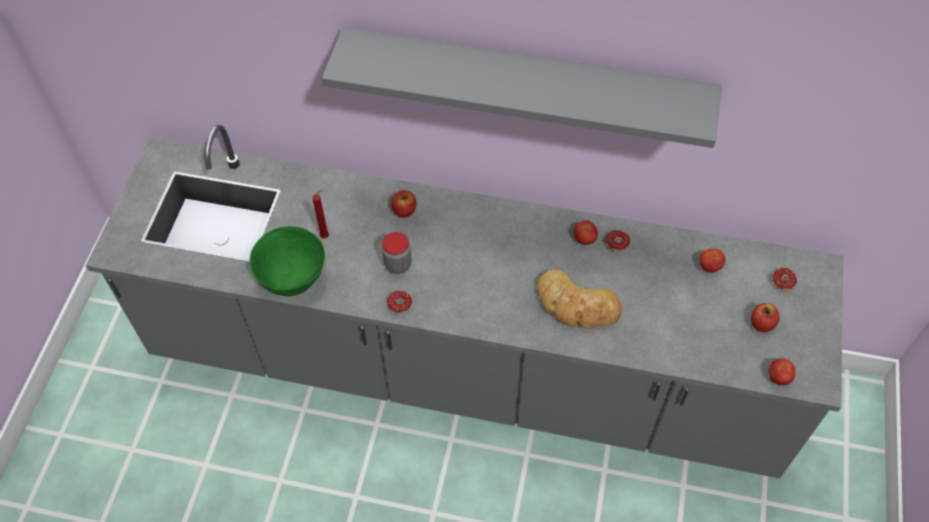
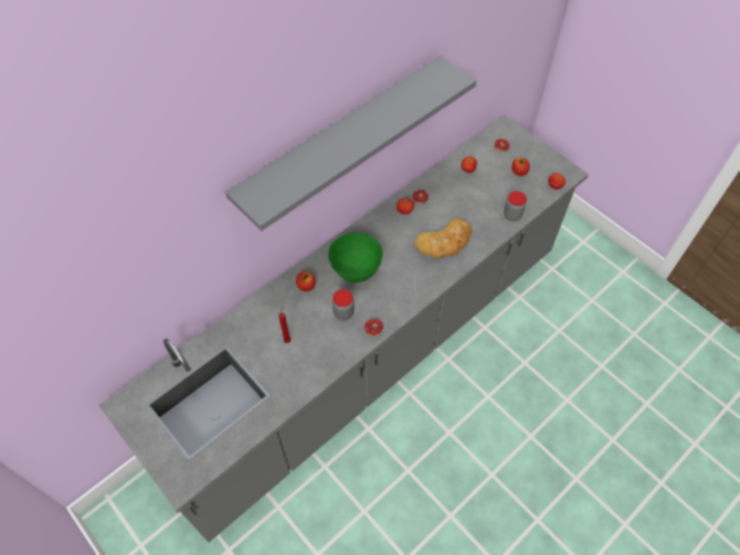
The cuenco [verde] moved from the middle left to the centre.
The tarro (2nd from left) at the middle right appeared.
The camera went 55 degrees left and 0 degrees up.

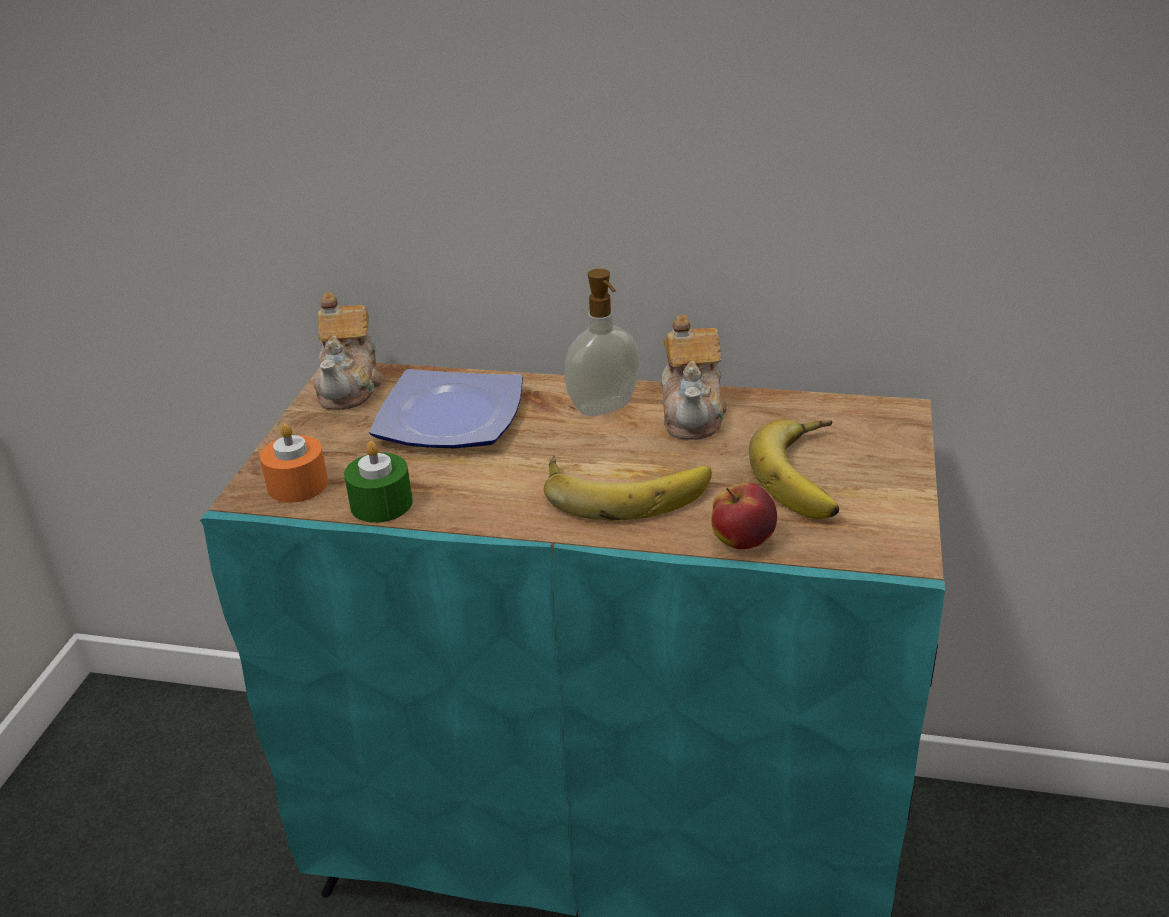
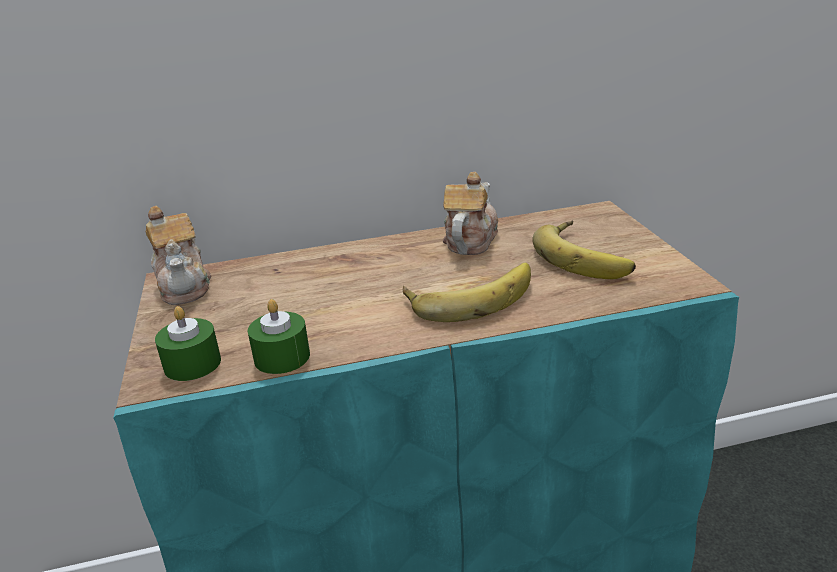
The dispensador de jabón at the centre disappeared.
The tetera (2nd from left) at the centre turned 135 degrees counterclockwise.
The plato at the centre disappeared.
The vela [naranja] at the middle left became the vela [verde] (1st from left) at the middle left.
The manzana at the centre disappeared.
The camera went 25 degrees left and 5 degrees down.

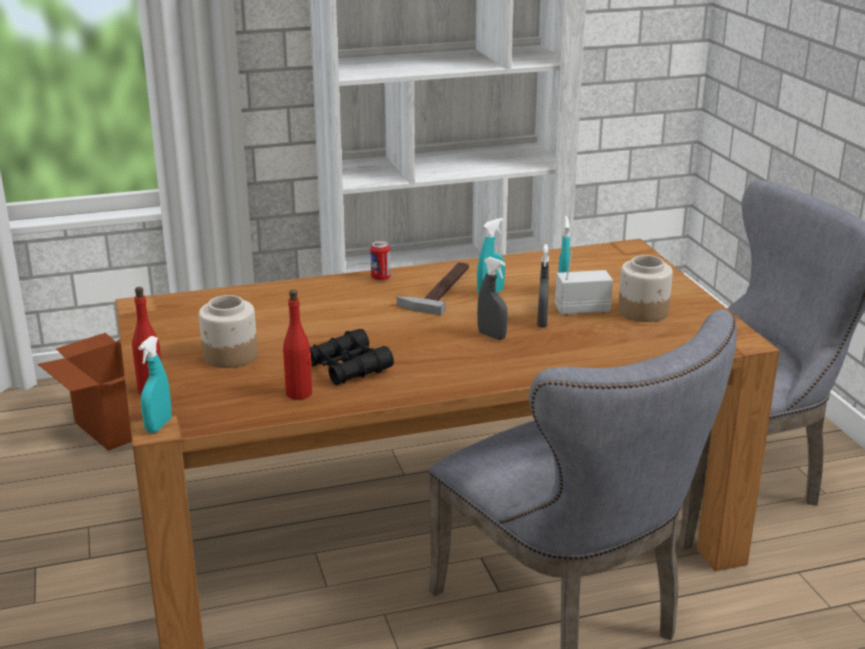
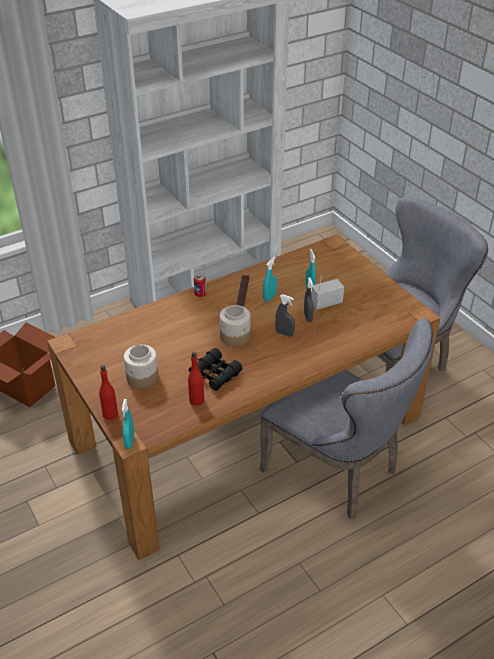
The tarro (2nd from left) moved from the middle right to the centre.
The camera went 15 degrees left and 15 degrees up.

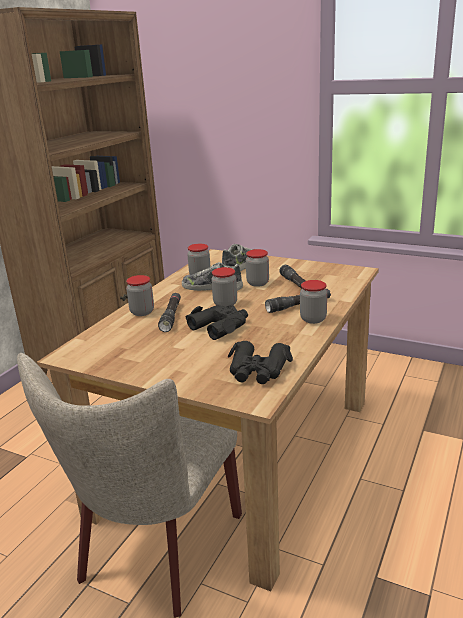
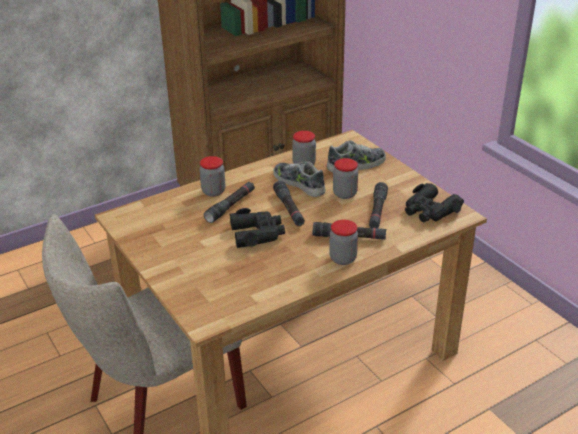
The tarro (3rd from left) at the centre was replaced by the linterna [negro] (2nd from left) at the centre.
The prismáticos [negro] (2nd from left) moved from the centre to the middle right.
The camera went 30 degrees right and 10 degrees up.

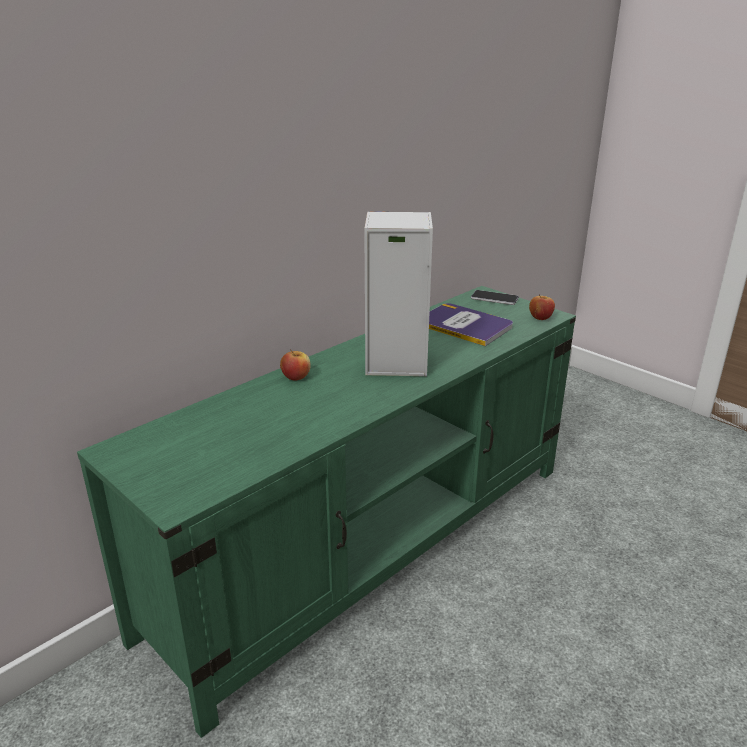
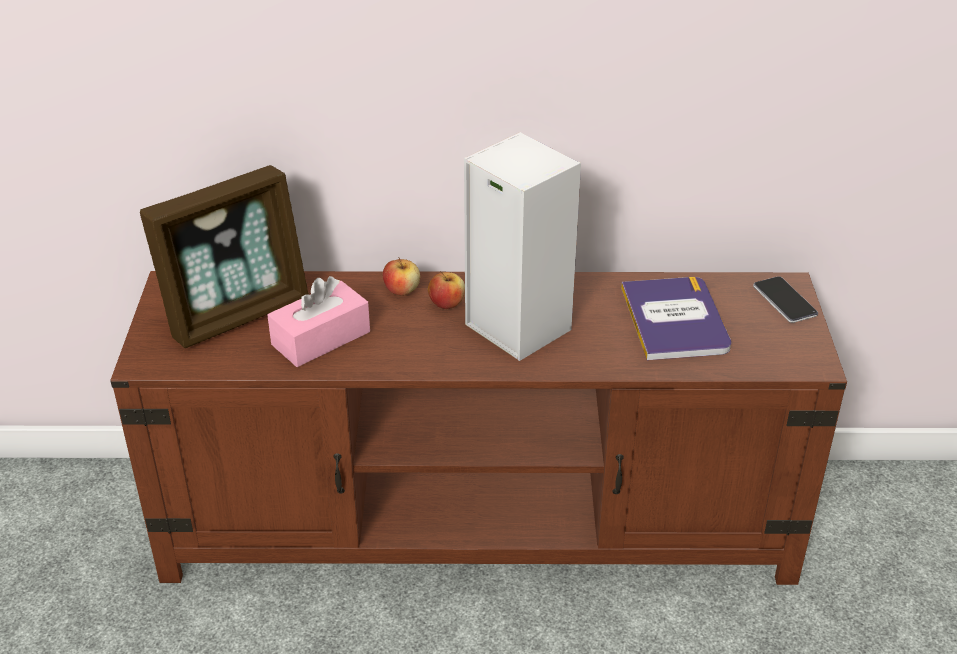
The mueble de televisión [verde] at the bottom centre became the mueble de televisión [marrón] at the centre.
The manzana (2nd from left) moved from the middle right to the centre.
The portarretratos at the middle left appeared.
The caja de pañuelos [rosa] at the middle left appeared.
The camera went 45 degrees right and 10 degrees up.

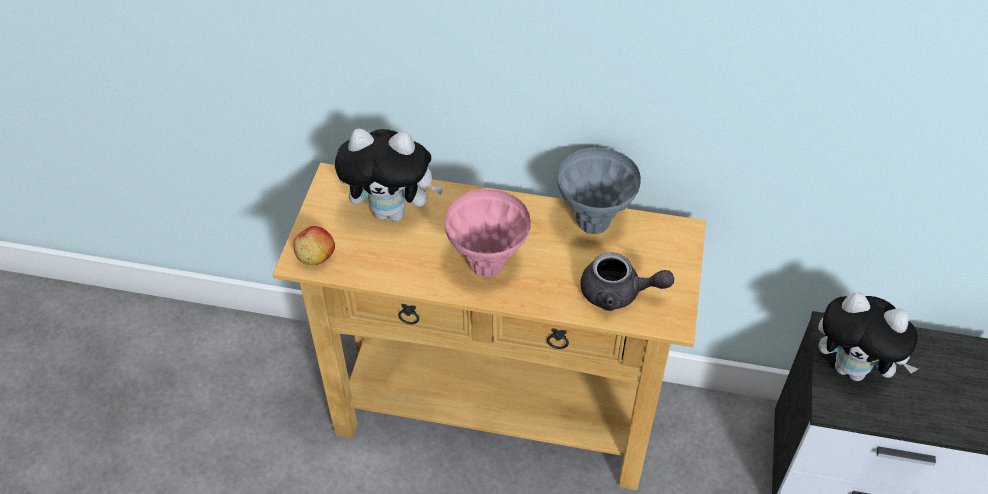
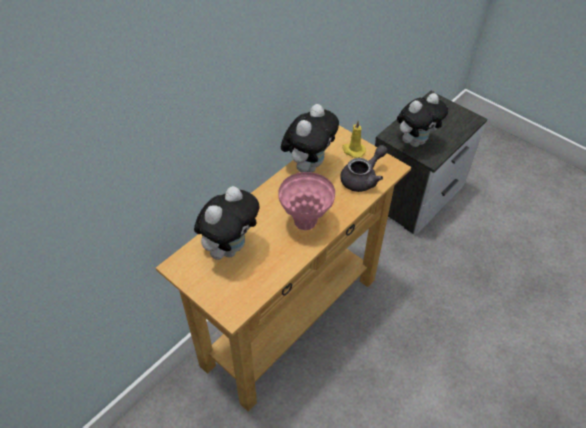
The florero [gris] at the centre was replaced by the peluche (2nd from left) at the top centre.
The manzana at the middle left disappeared.
The vela [amarillo] at the top centre appeared.
The camera went 60 degrees left and 0 degrees up.

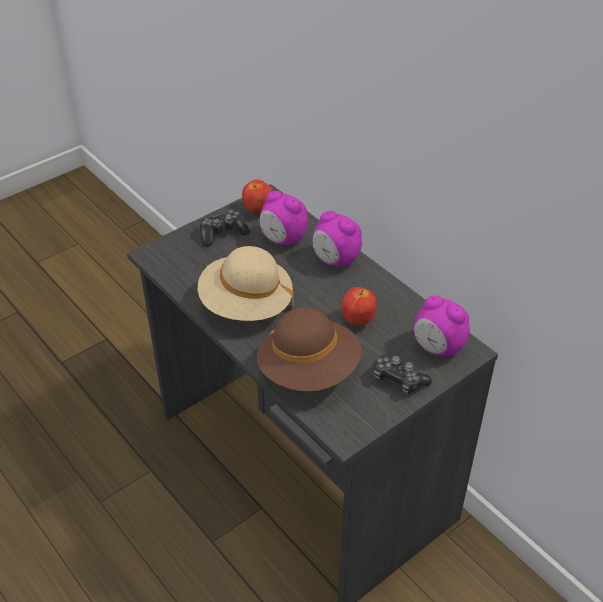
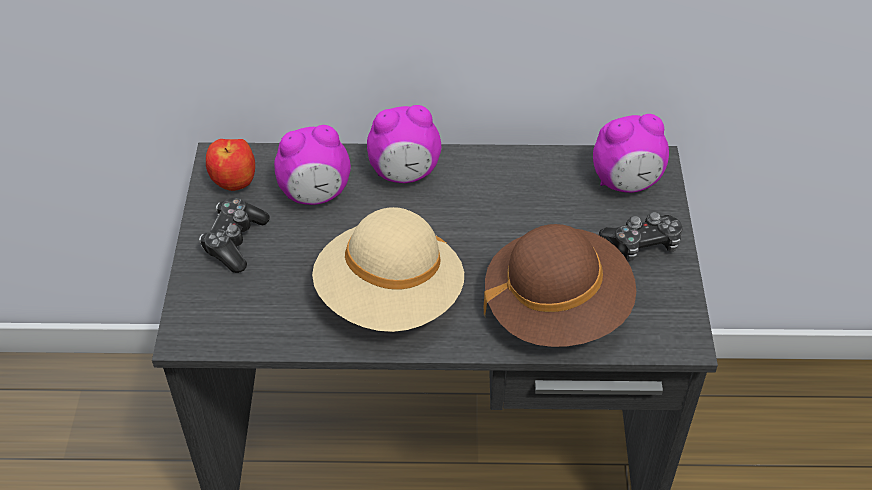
The manzana (2nd from left) at the centre disappeared.
The camera went 50 degrees left and 5 degrees up.

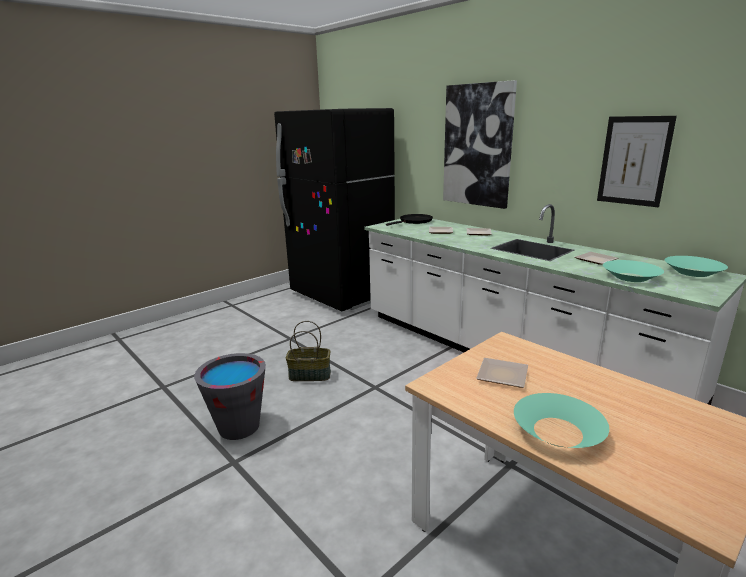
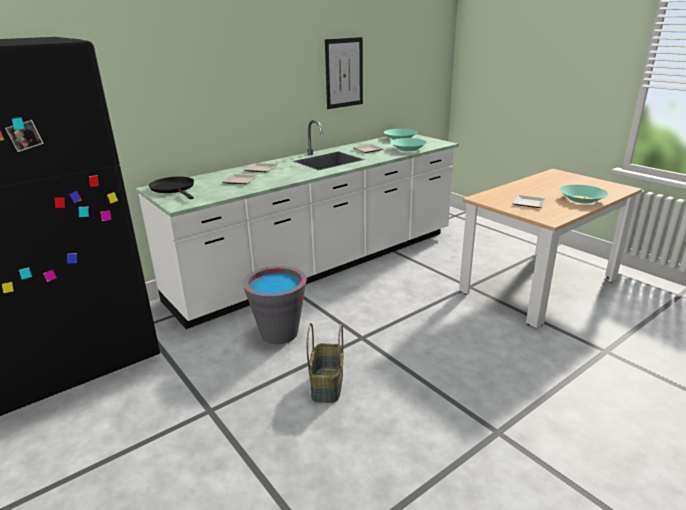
The cuadro (1st from left) at the top centre disappeared.
The cubo [gris] moved from the bottom left to the centre.
The camera went 85 degrees left and 5 degrees up.

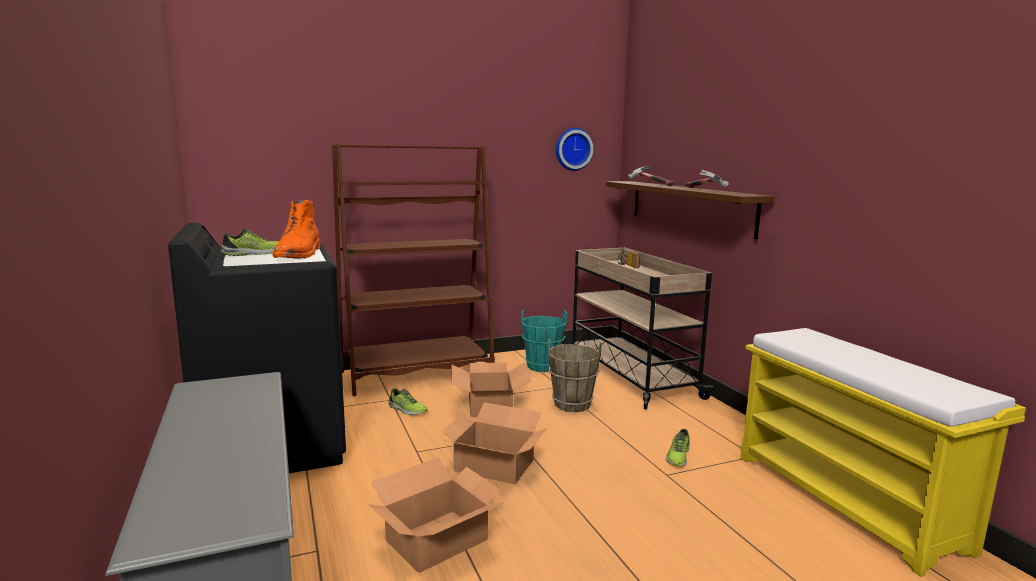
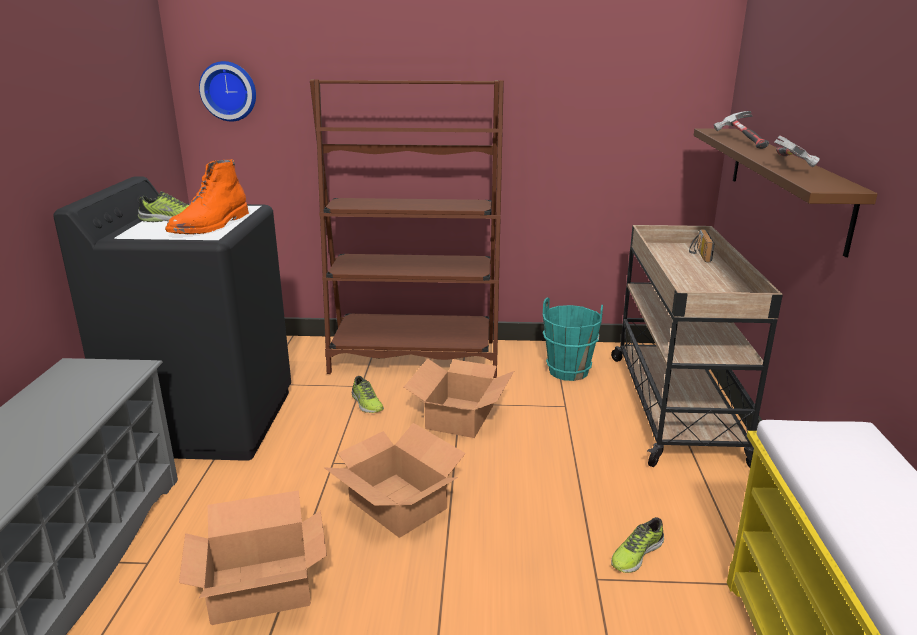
The reloj de pared moved from the top centre to the top left.
The cubo [marrón] at the centre disappeared.
The camera went 25 degrees right and 10 degrees up.

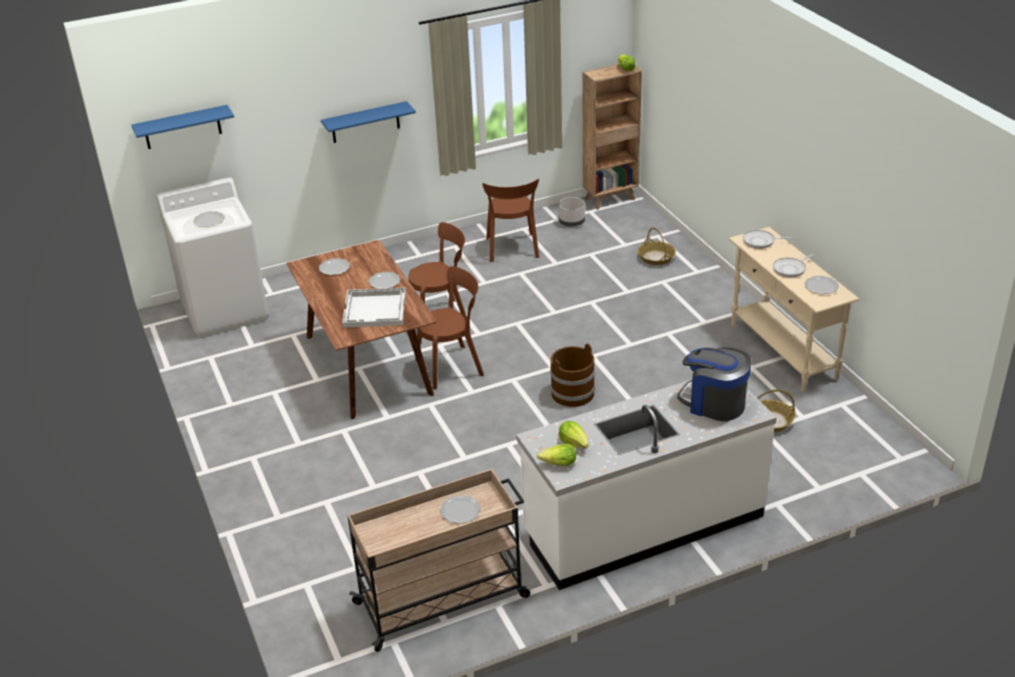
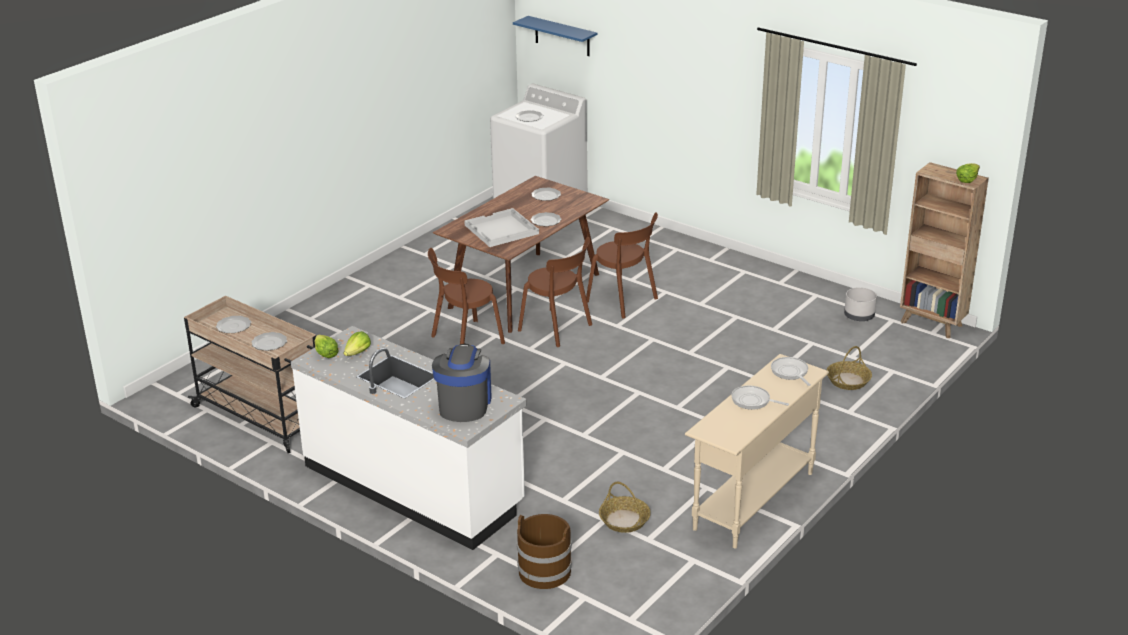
The estante [azul] (2nd from left) at the top centre disappeared.
The silla [marrón] (3rd from left in the first image) moved from the top centre to the centre.
The plato (5th from left in the first image) moved from the middle right to the middle left.
The cubo [marrón] moved from the centre to the bottom centre.
The camera went 60 degrees right and 5 degrees down.

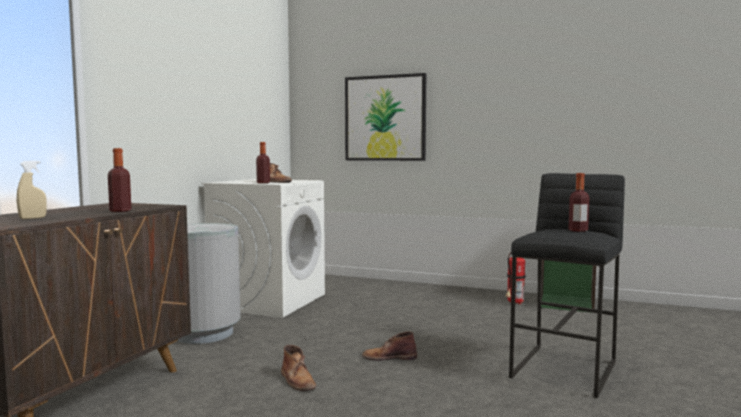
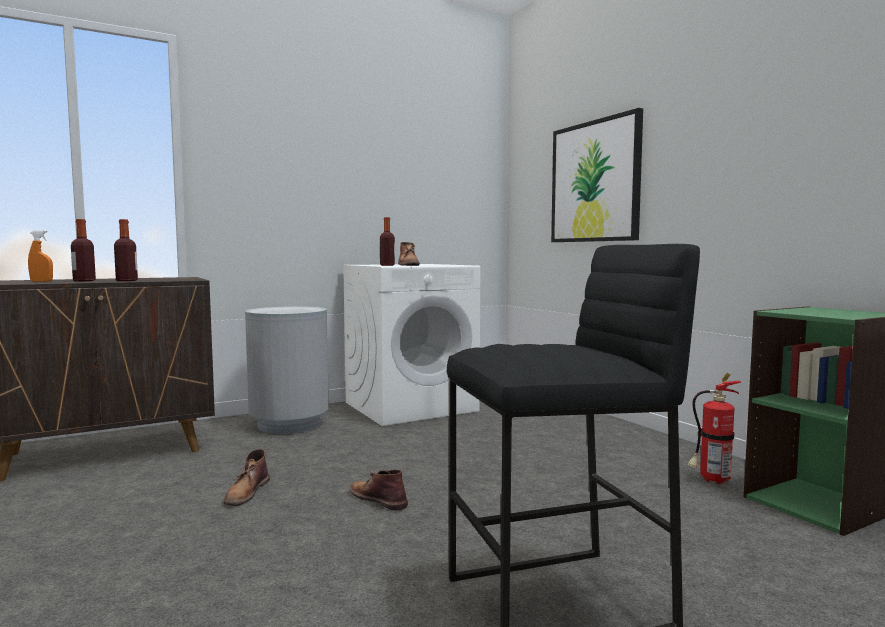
The pulverizador [beis] at the middle left became the pulverizador [naranja] at the middle left.
The botella (3rd from left in the first image) moved from the middle right to the middle left.
The camera went 40 degrees right and 0 degrees up.

